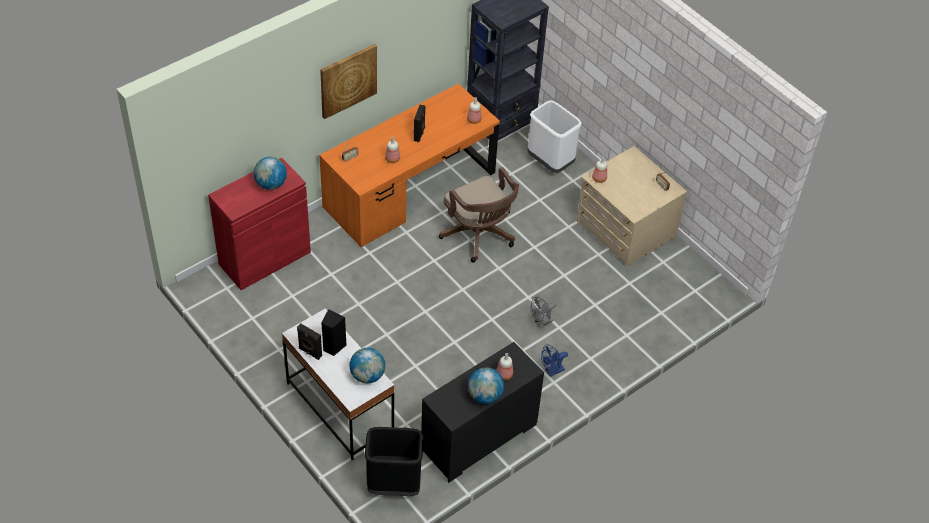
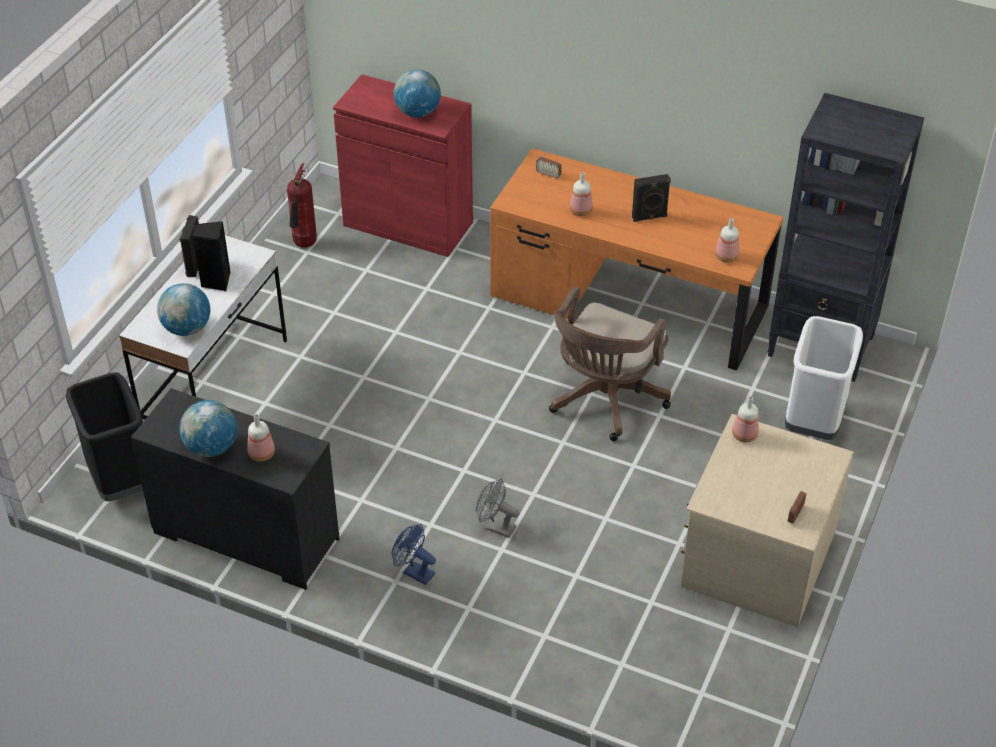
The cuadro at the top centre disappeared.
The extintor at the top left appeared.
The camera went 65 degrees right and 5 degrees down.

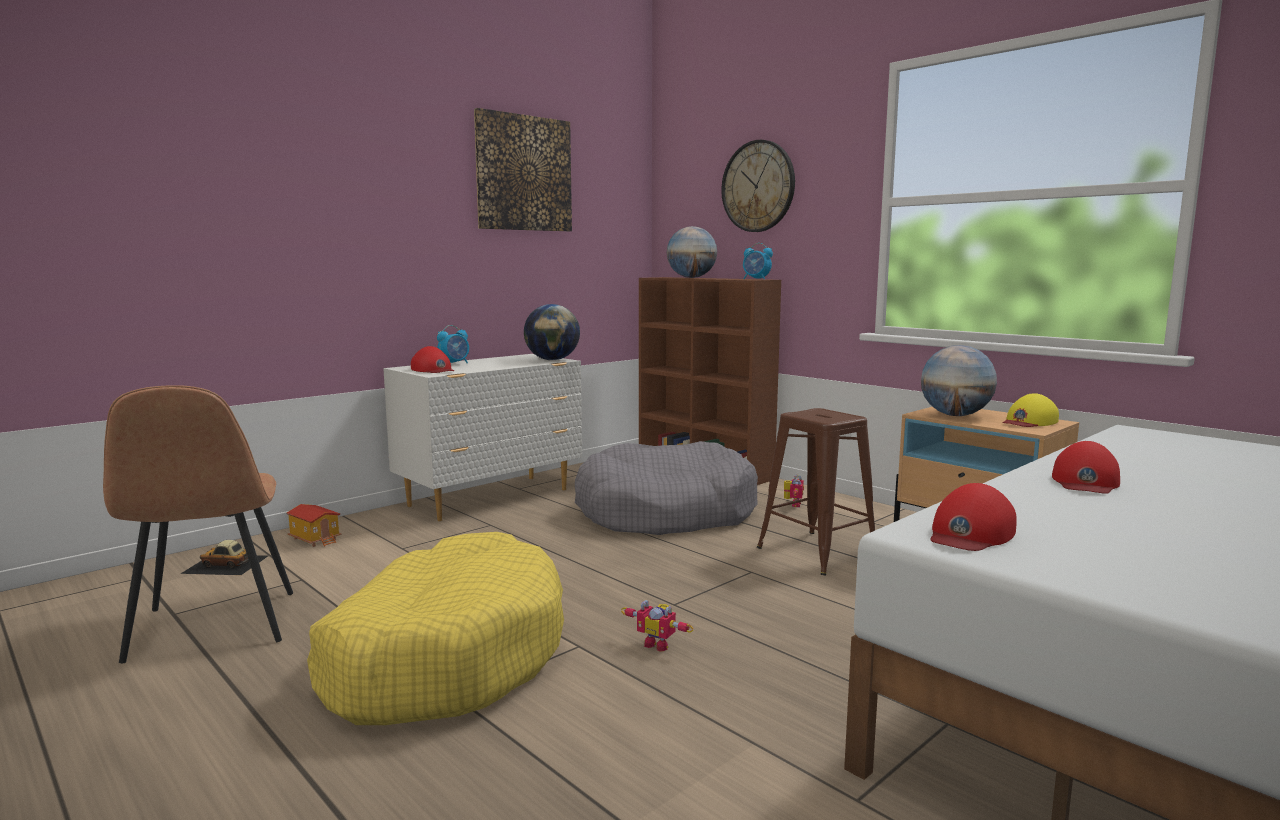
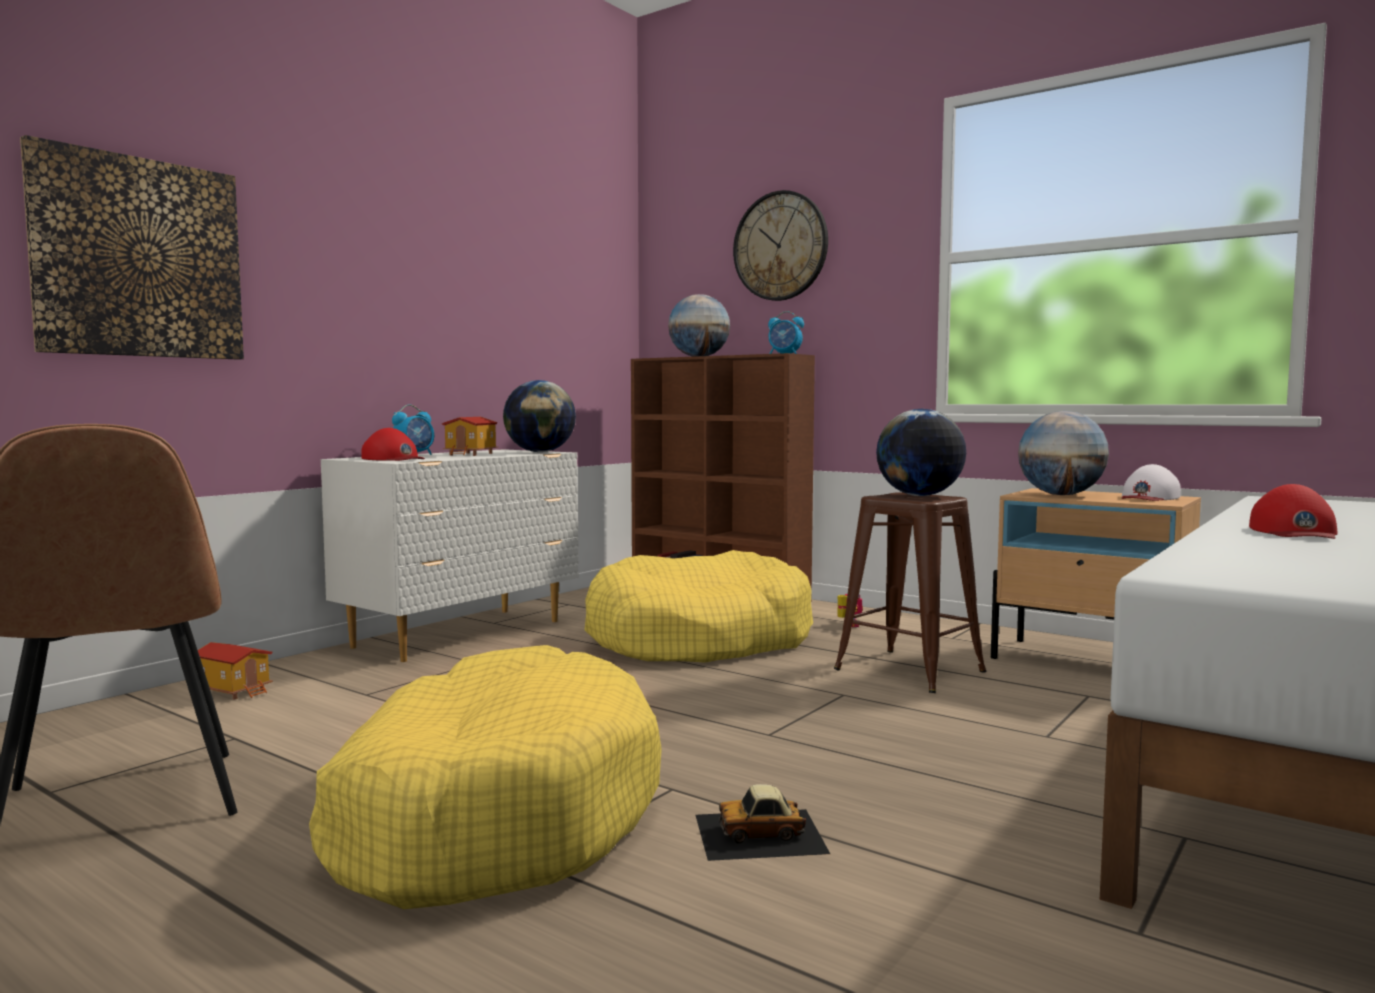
The cuadro moved from the top centre to the top left.
The gorra [amarillo] at the middle right became the gorra [blanco] at the middle right.
The cama para perro [gris] at the centre became the cama para perro [amarillo] (2nd from left) at the centre.
The gorra [rojo] (2nd from left) at the middle right disappeared.
The coche de juguete moved from the bottom left to the bottom centre.
The robot de juguete (1st from left) at the bottom centre disappeared.
The globo terráqueo (3rd from left) at the middle right appeared.
The casita (2nd from left) at the centre appeared.
The camera went 10 degrees left and 5 degrees down.

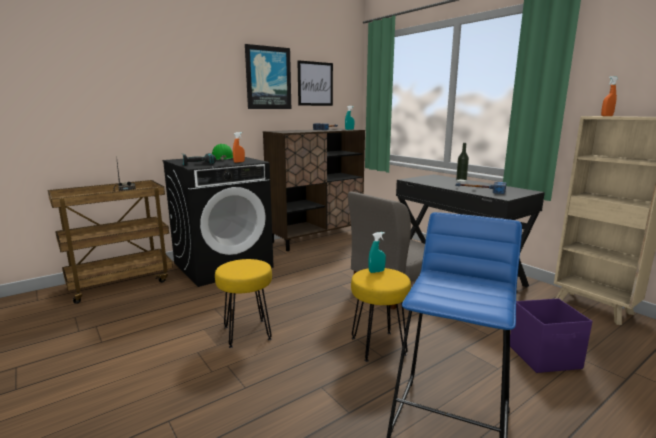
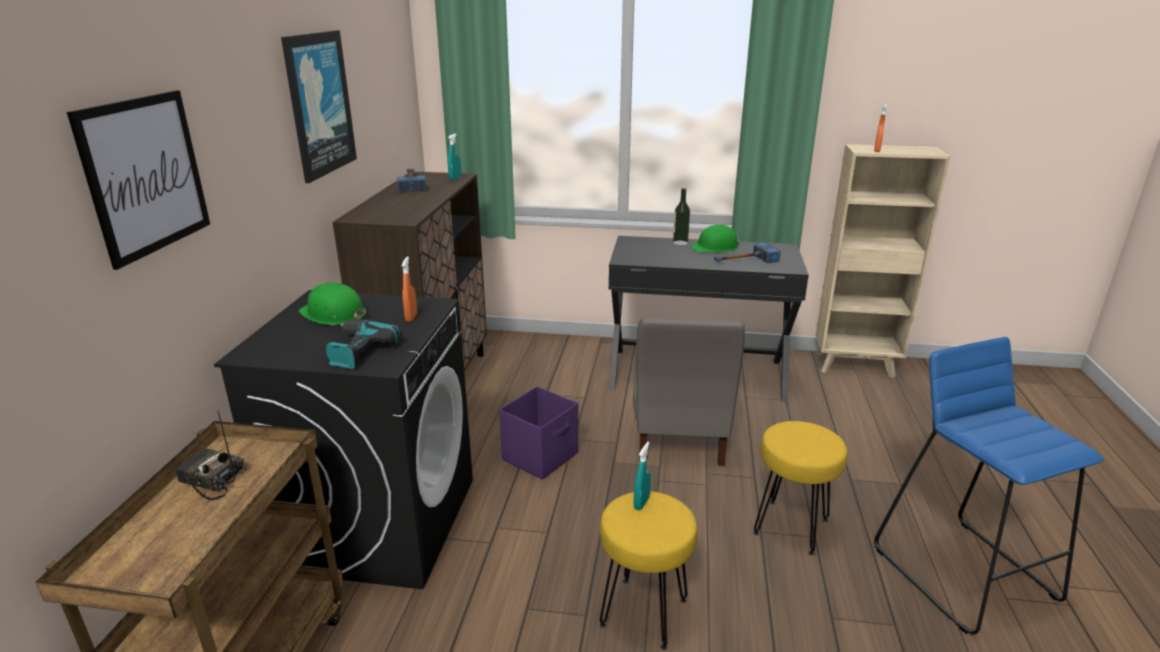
The cuadro (2nd from left in the first image) moved from the top centre to the top left.
The pulverizador [turquesa] (2nd from left) moved from the centre to the bottom centre.
The caja de almacenaje [morado] moved from the bottom right to the centre.
The casco [verde] (2nd from left) at the centre appeared.
The camera went 45 degrees left and 10 degrees up.

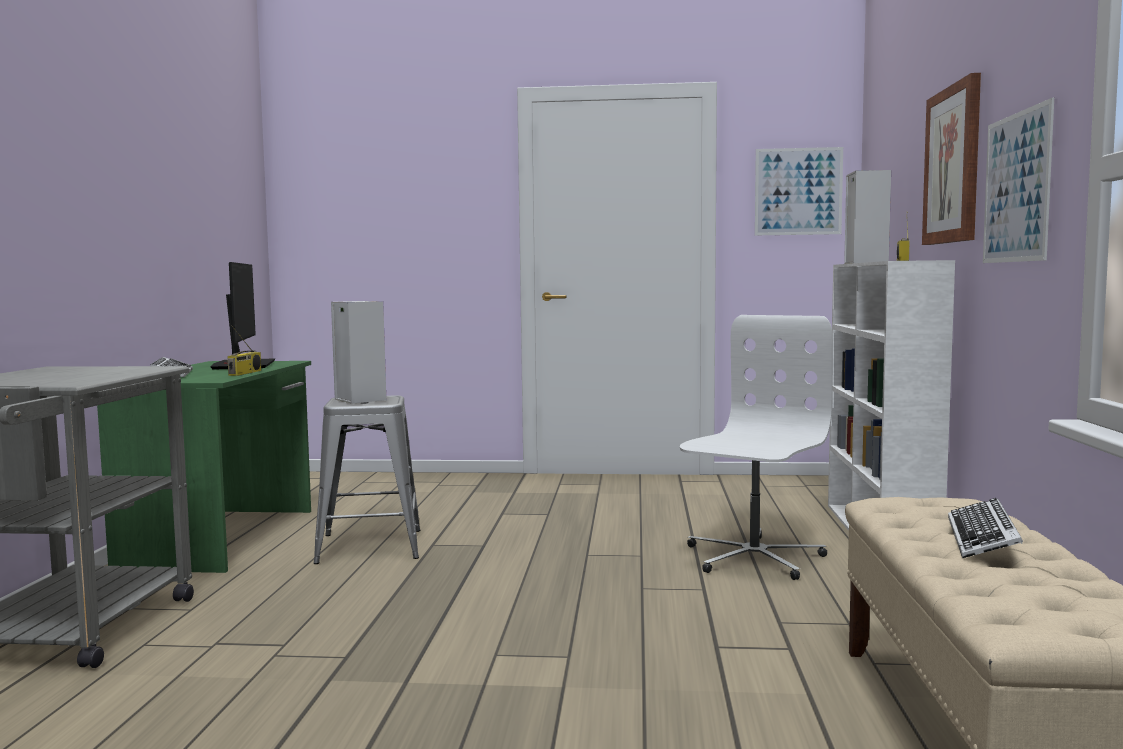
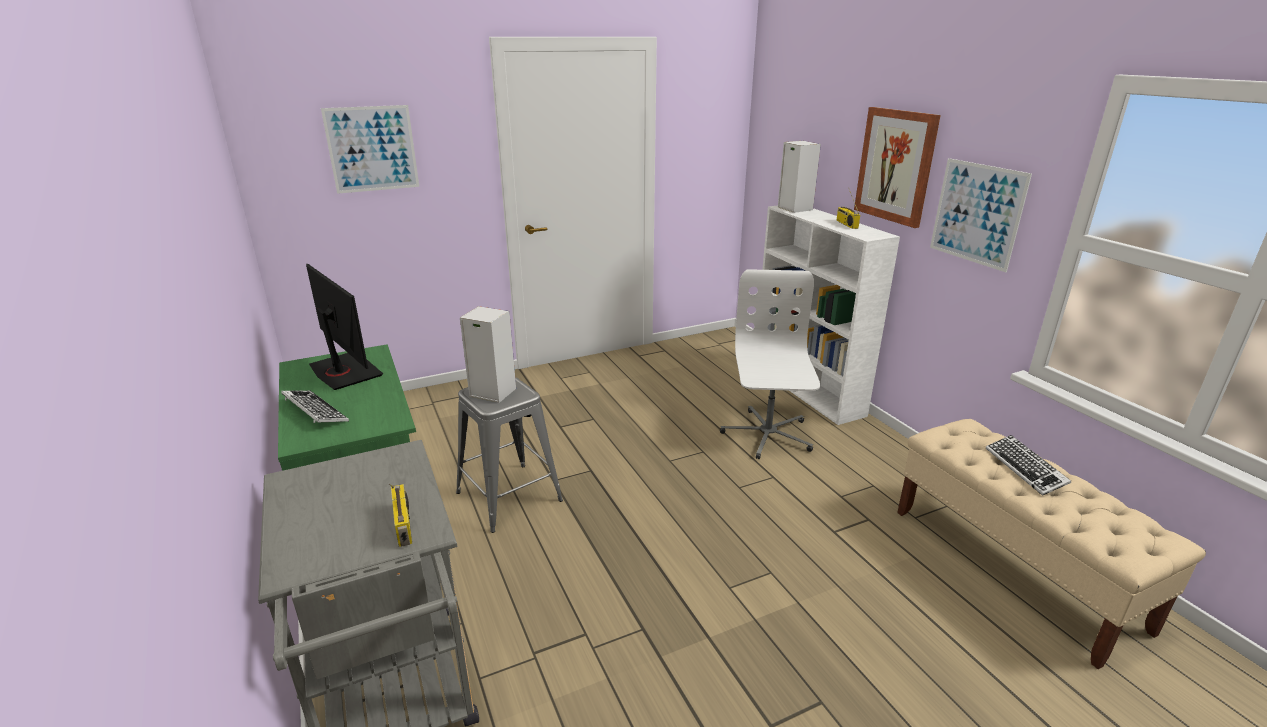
The cuadro (1st from left) moved from the top right to the top left.
The radio (1st from left) moved from the middle left to the bottom left.
The camera went 30 degrees left and 20 degrees up.

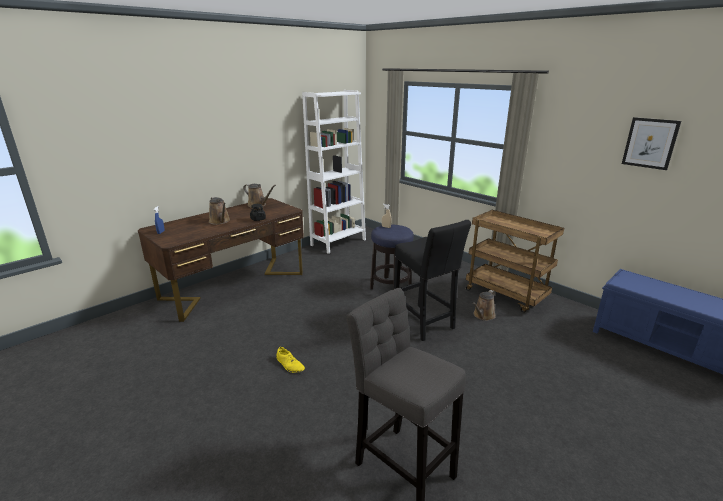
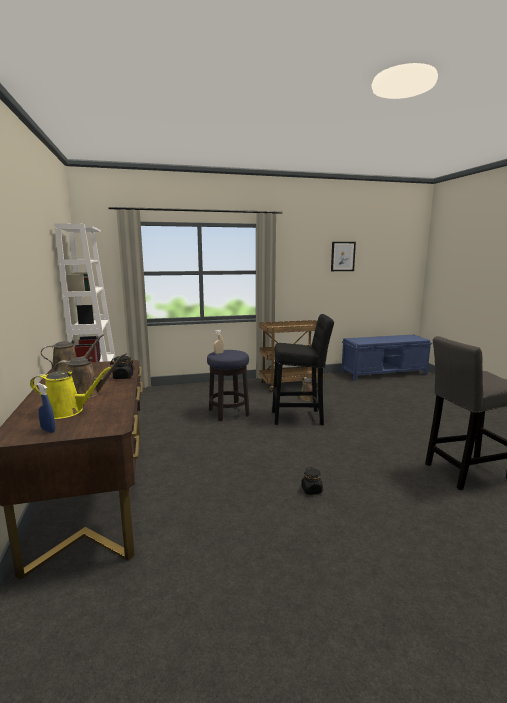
The zapato [amarillo] at the bottom centre was replaced by the tarro [negro] (2nd from left) at the bottom centre.
The regadera [amarillo] at the middle left appeared.
The camera went 60 degrees left and 10 degrees down.

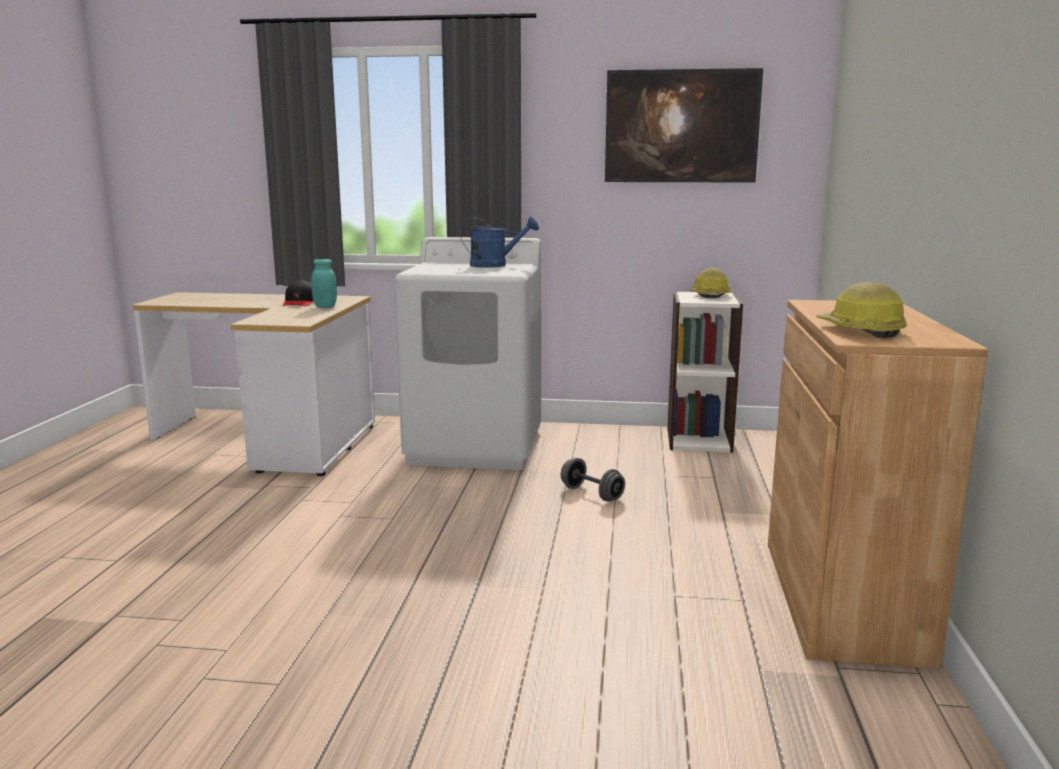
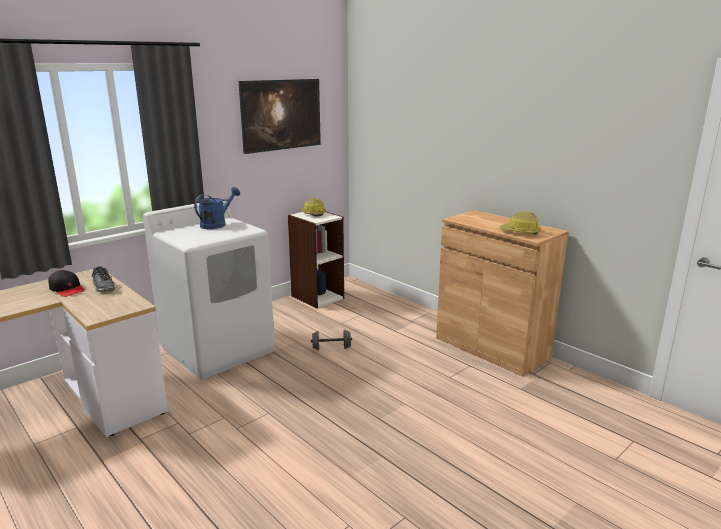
The tarro [turquesa] at the middle left was replaced by the zapato at the middle left.
The camera went 50 degrees left and 5 degrees up.

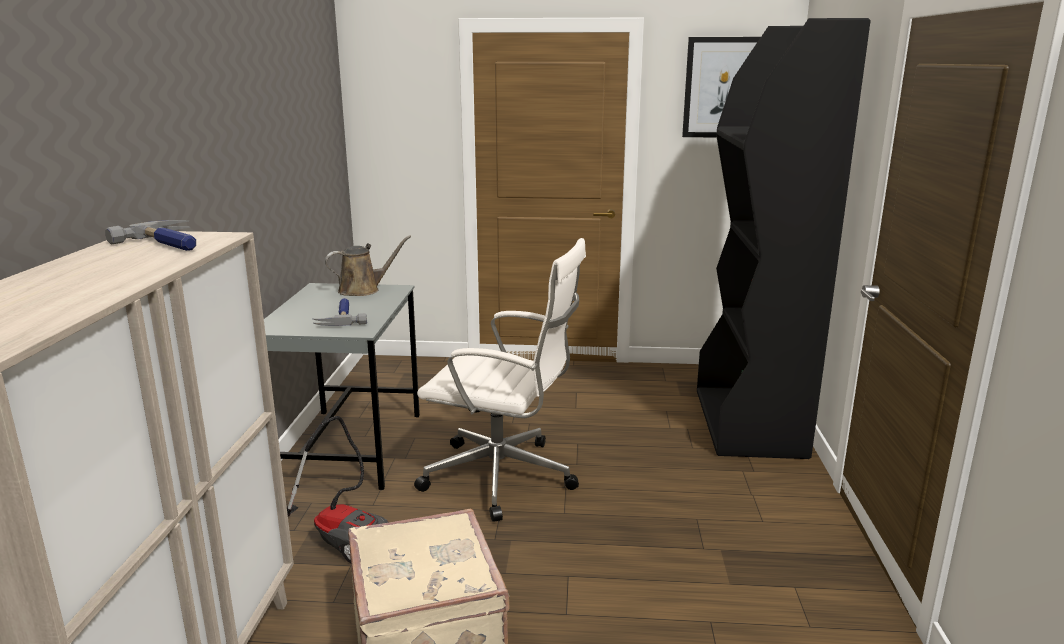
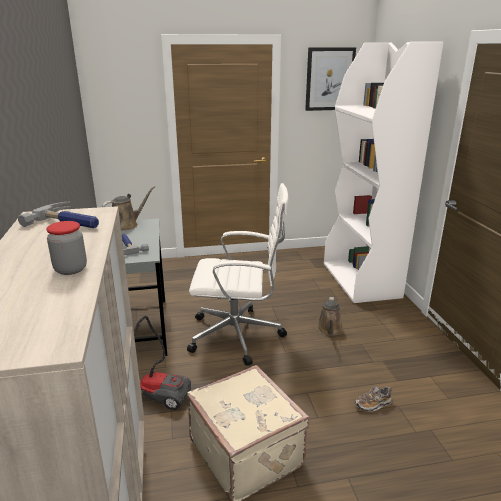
The estantería [negro] at the middle right became the estantería [blanco] at the middle right.
The tarro at the middle left appeared.
The regadera [marrón] (2nd from left) at the centre appeared.
The zapato at the bottom right appeared.
The camera went 15 degrees left and 5 degrees up.

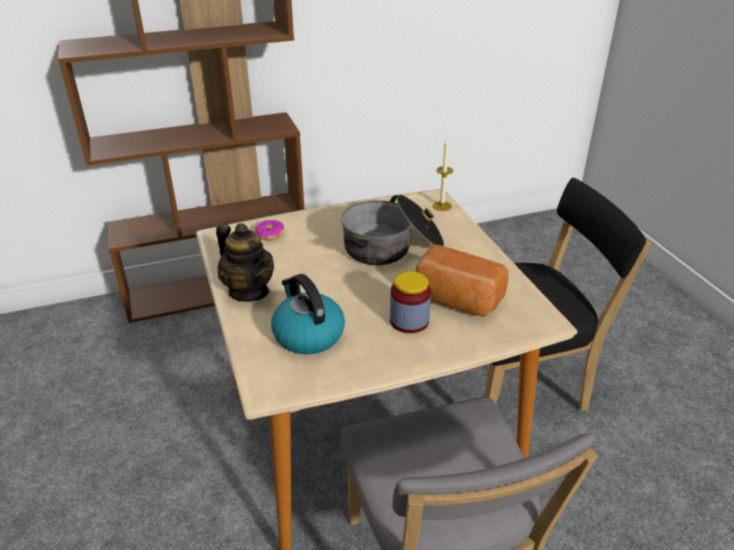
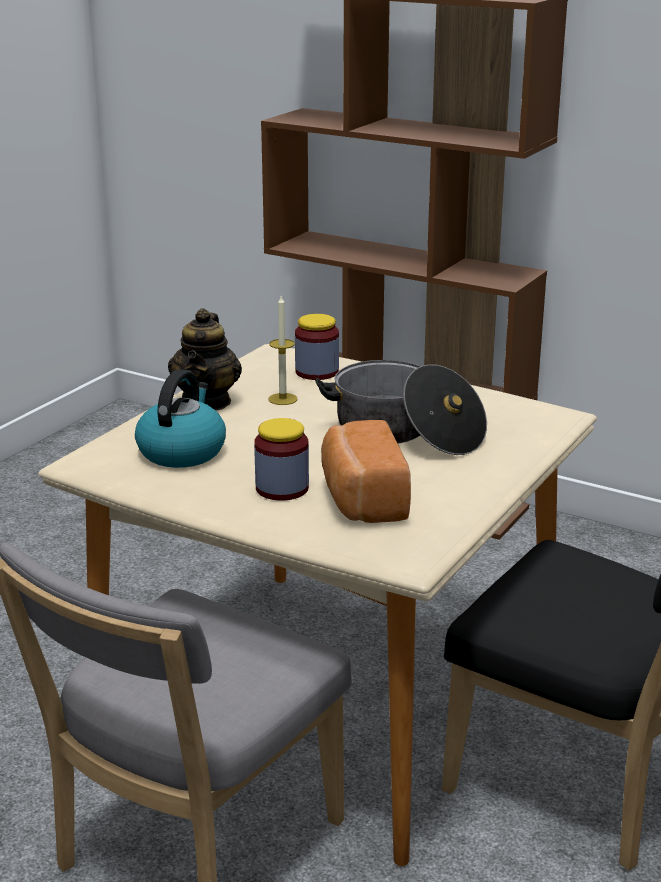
The vela moved from the top centre to the centre.
The rosquilla at the centre was replaced by the tarro (2nd from left) at the centre.
The camera went 50 degrees right and 10 degrees down.

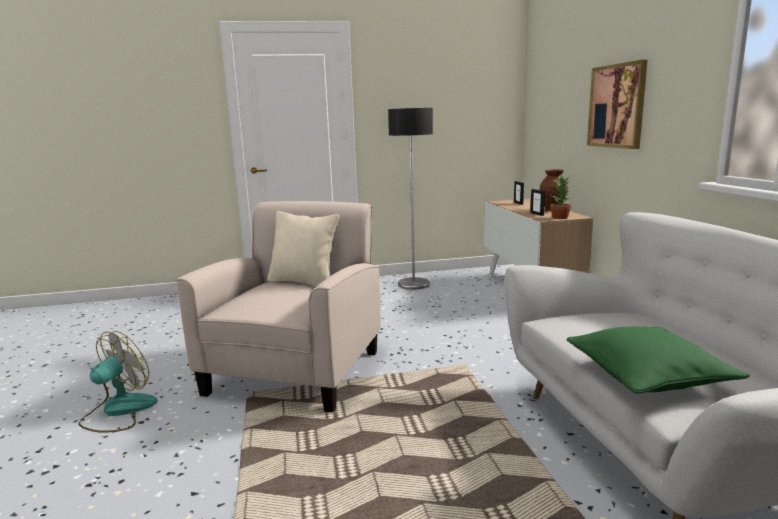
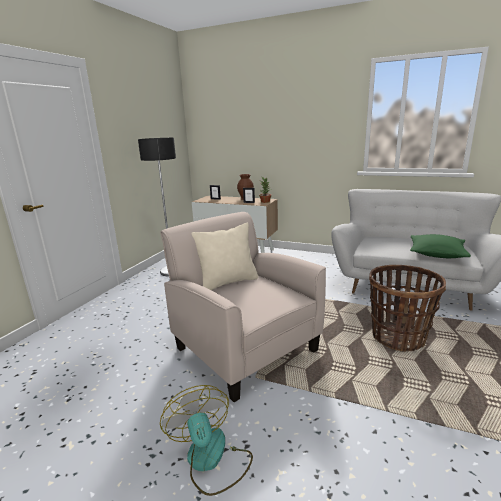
The cuadro at the top right disappeared.
The cesta at the middle right appeared.
The camera went 55 degrees left and 5 degrees up.

